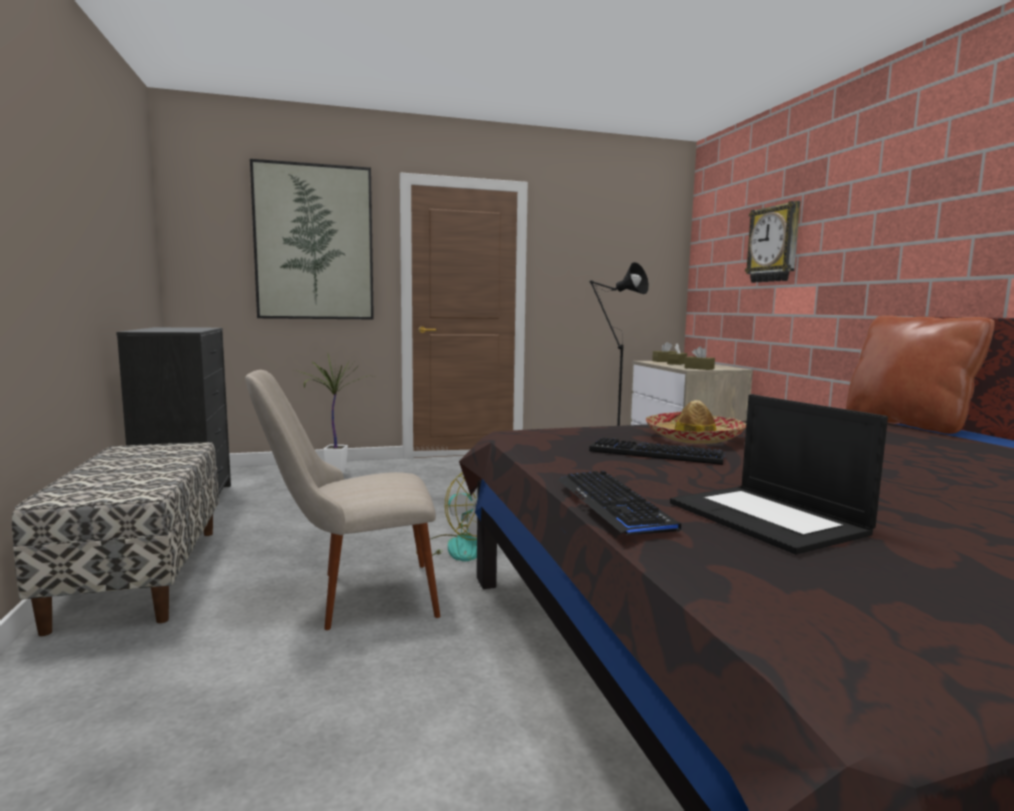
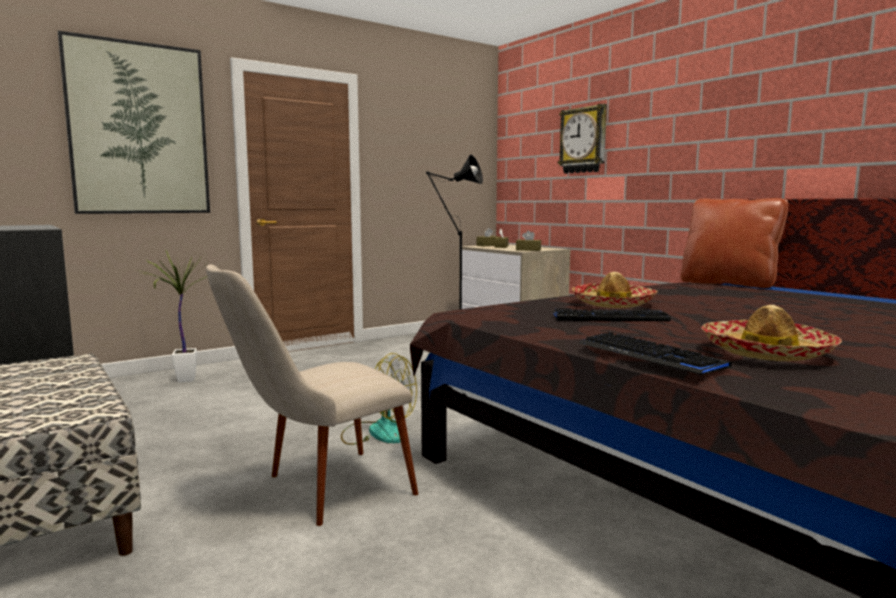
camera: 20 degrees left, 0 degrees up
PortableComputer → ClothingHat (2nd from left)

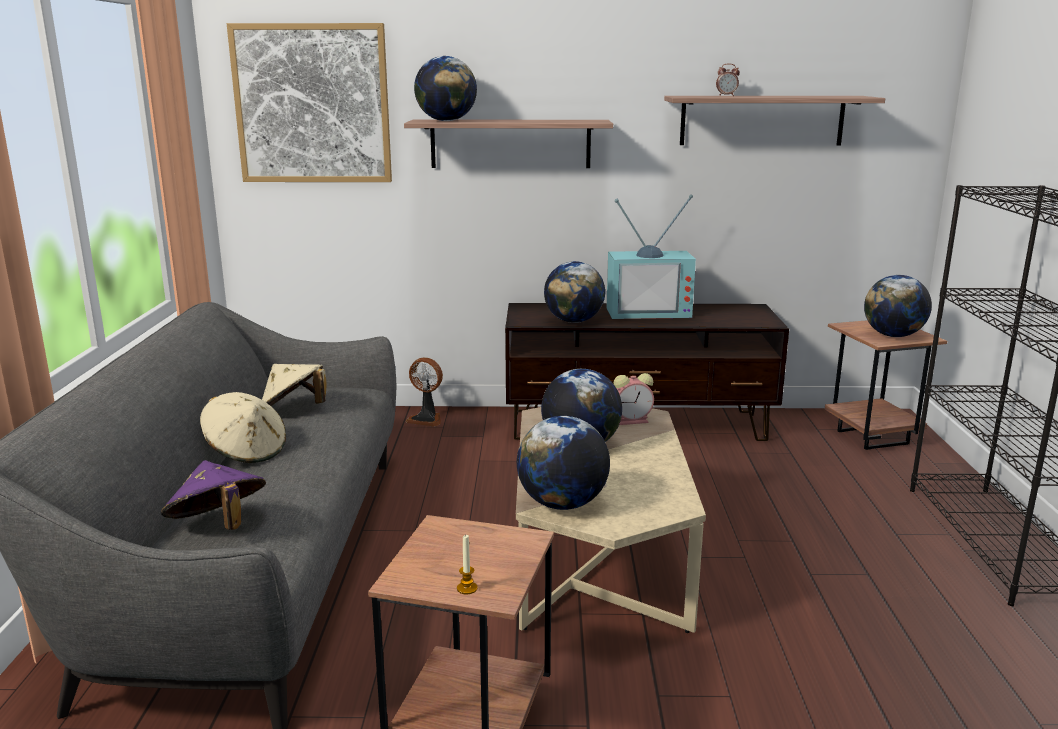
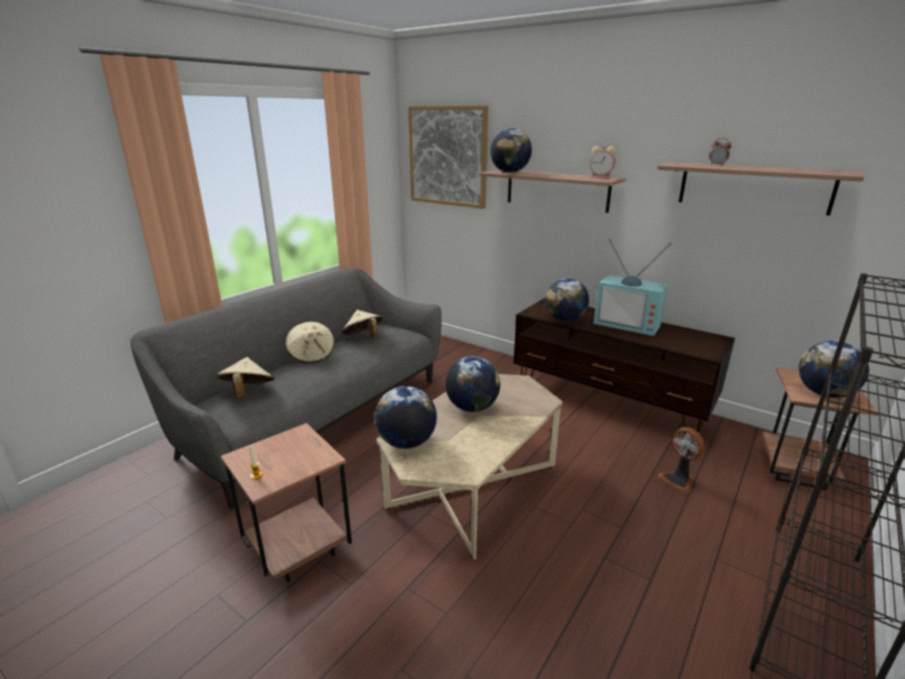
camera: 35 degrees right, 5 degrees up
PurplishClothingHat → SandColouredClothingHat (1st from left)
TableClock (1st from left), move
ElectricFan, move

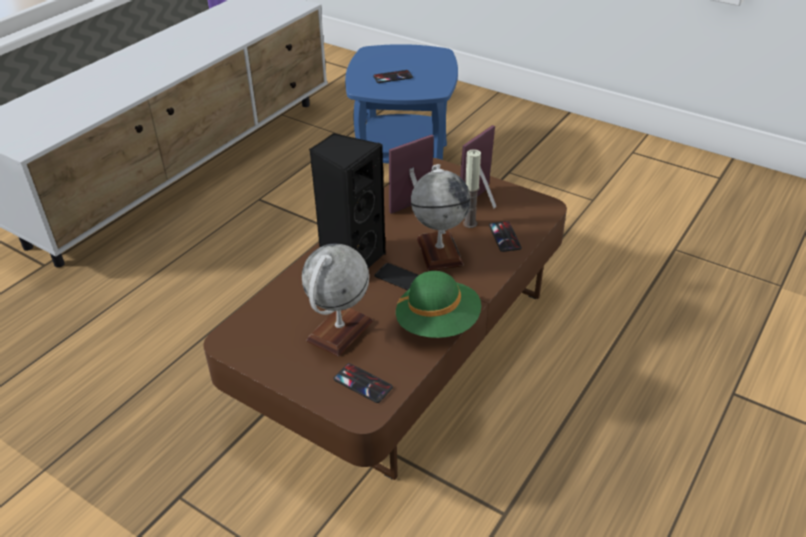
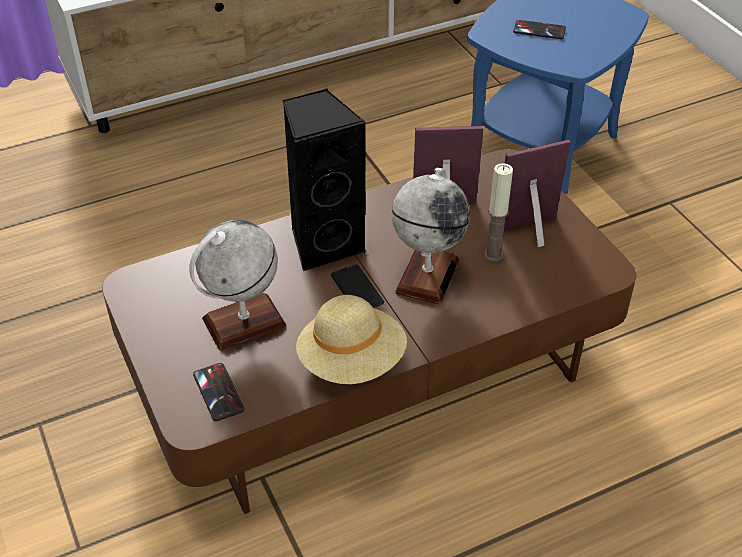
camera: 30 degrees right, 5 degrees up
GreenColouredClothingHat → SandColouredClothingHat
Handset (4th from left) → -

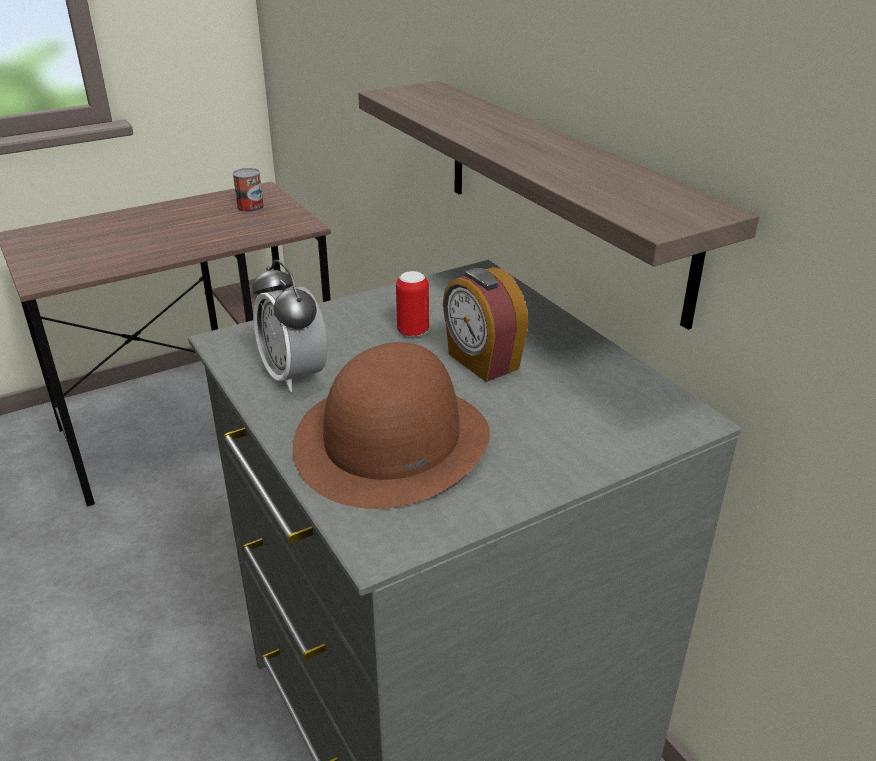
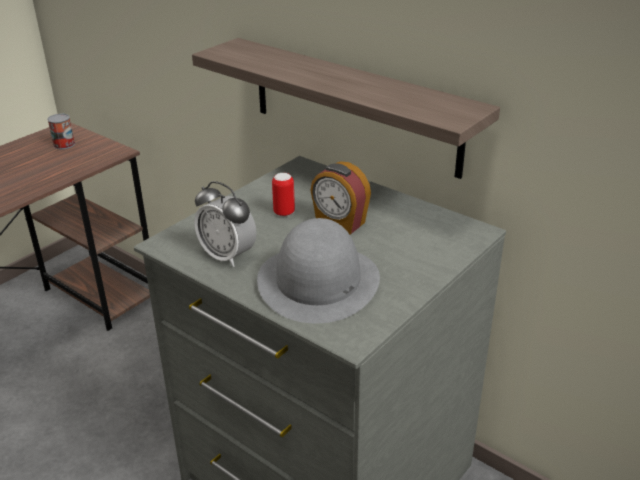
camera: 20 degrees left, 0 degrees up
BrownishClothingHat → GreyClothingHat

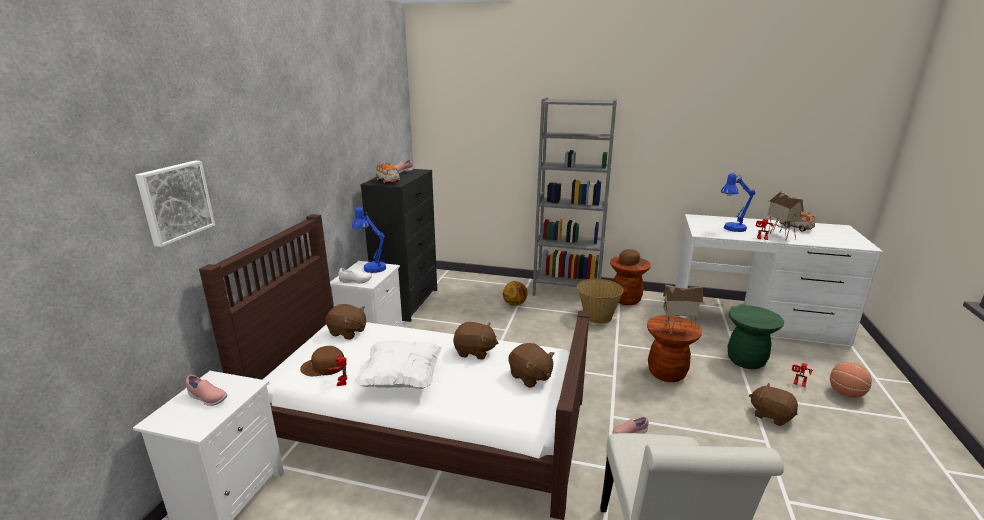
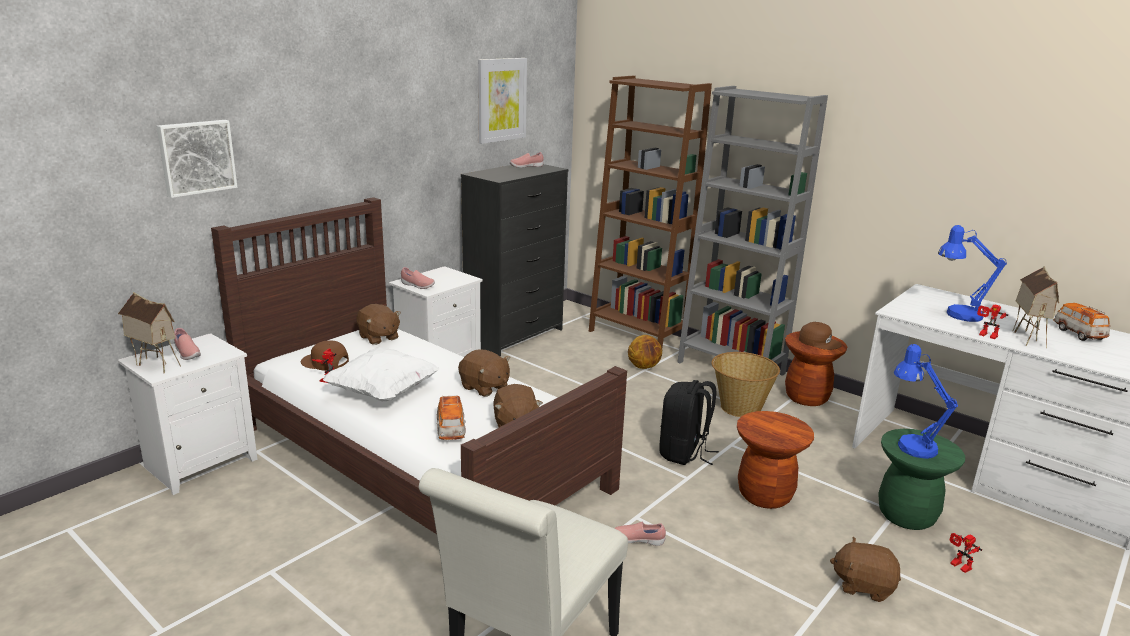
camera: 25 degrees right, 0 degrees up
ModelHouse (1st from left), move
WhiteColouredShoe → PinkishShoe (2nd from left)
MiniatureCar (1st from left), move
- → Picture (2nd from left)
- → BrownishShelvingUnit
- → BlackishRucksack
BrownishPlushToy (4th from left), 45 degrees counterclockwise
BluishTabletopLamp (1st from left), move
BallForBasketball (2nd from left) → -

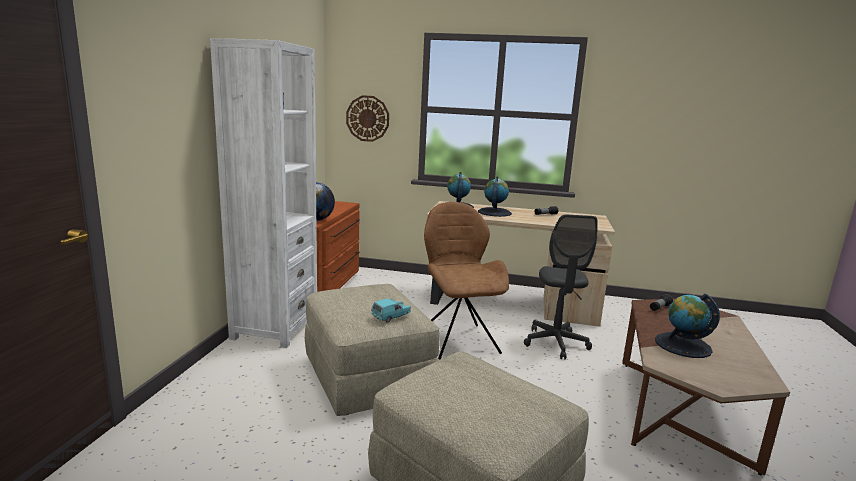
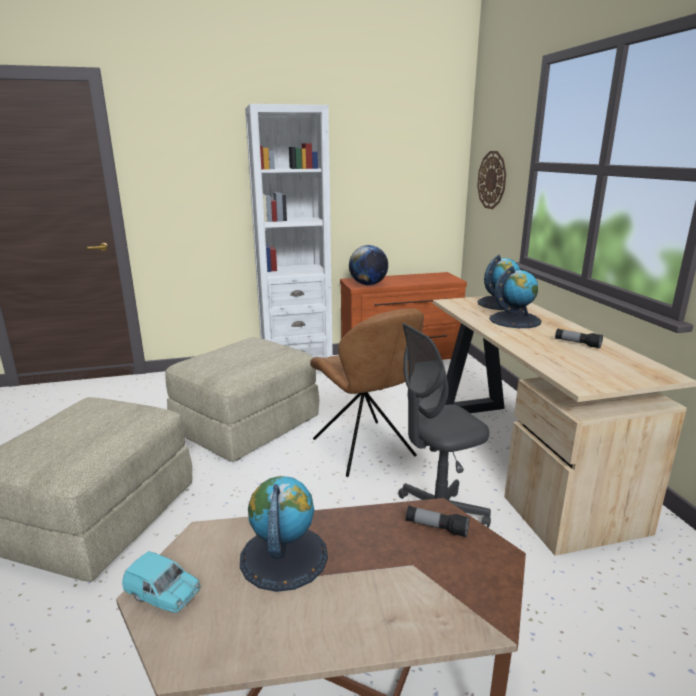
camera: 65 degrees right, 5 degrees up
TurquoiseMiniatureCar, move
BrownishPlainChair, 105 degrees clockwise

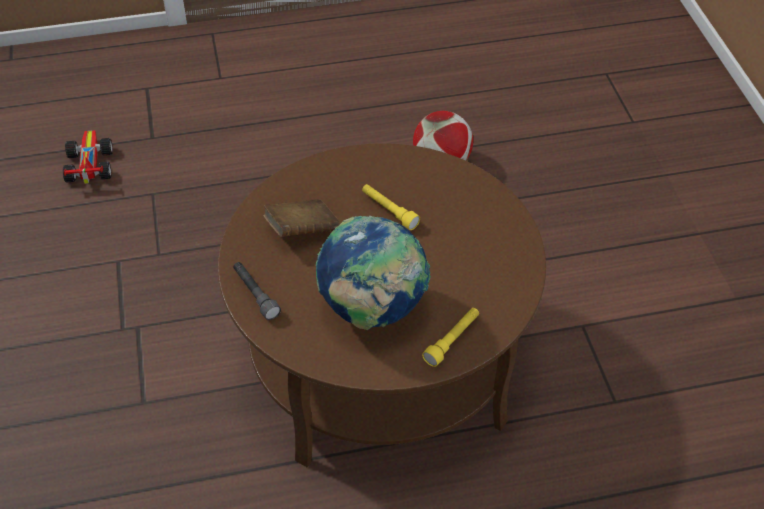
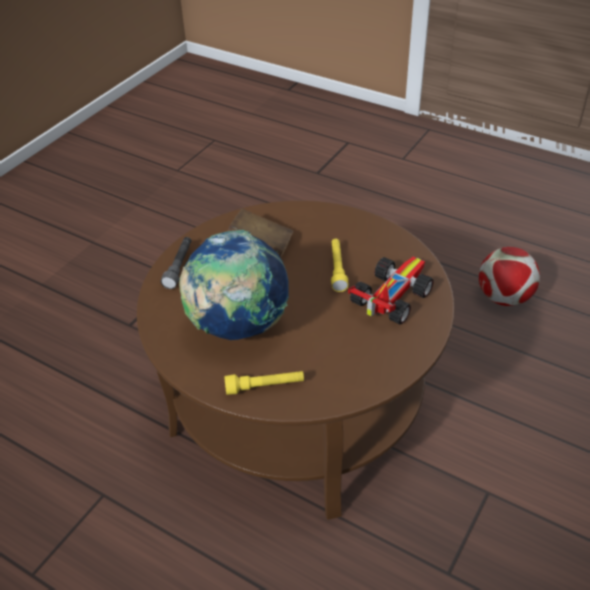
camera: 45 degrees right, 5 degrees down
MiniatureCar, move

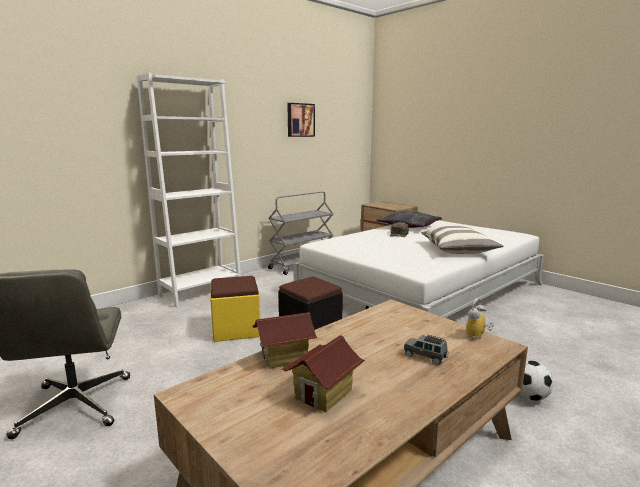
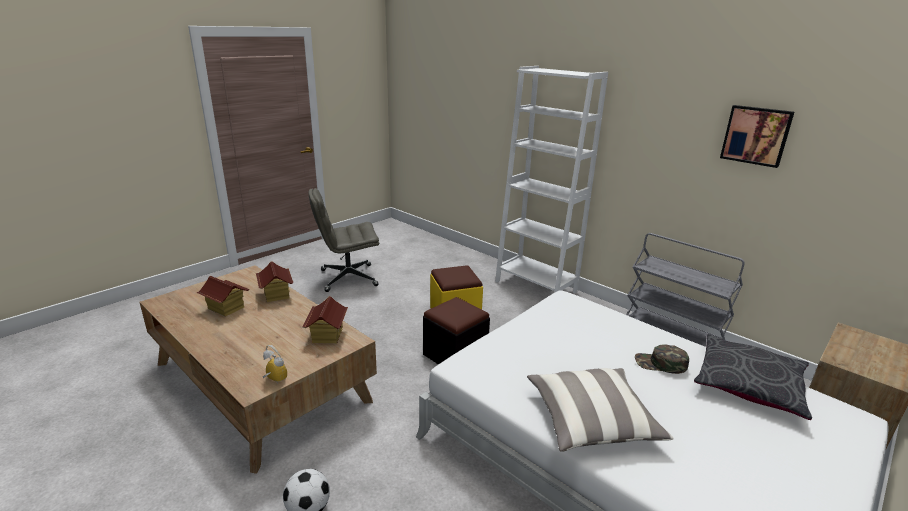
camera: 85 degrees right, 10 degrees up
- → ModelHouse (3rd from left)
GreyMiniatureCar → -

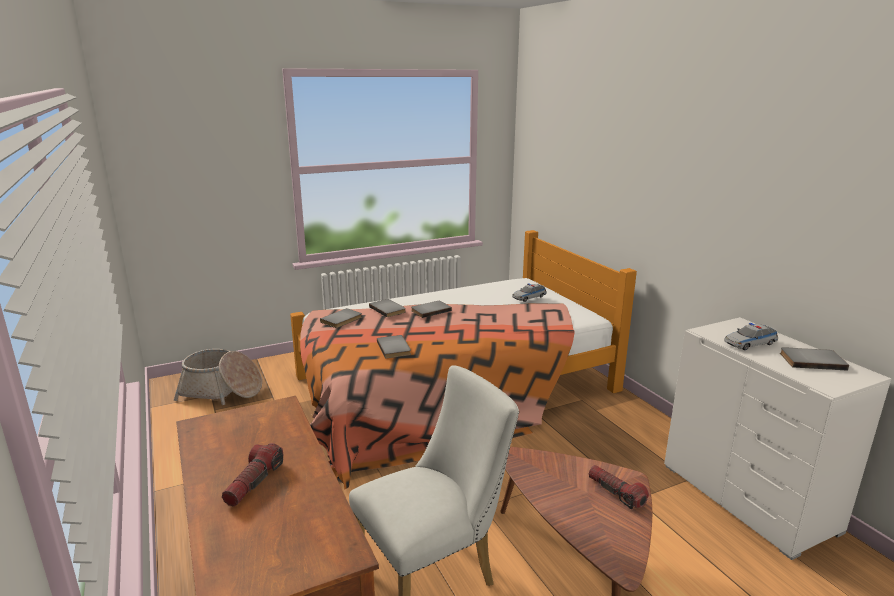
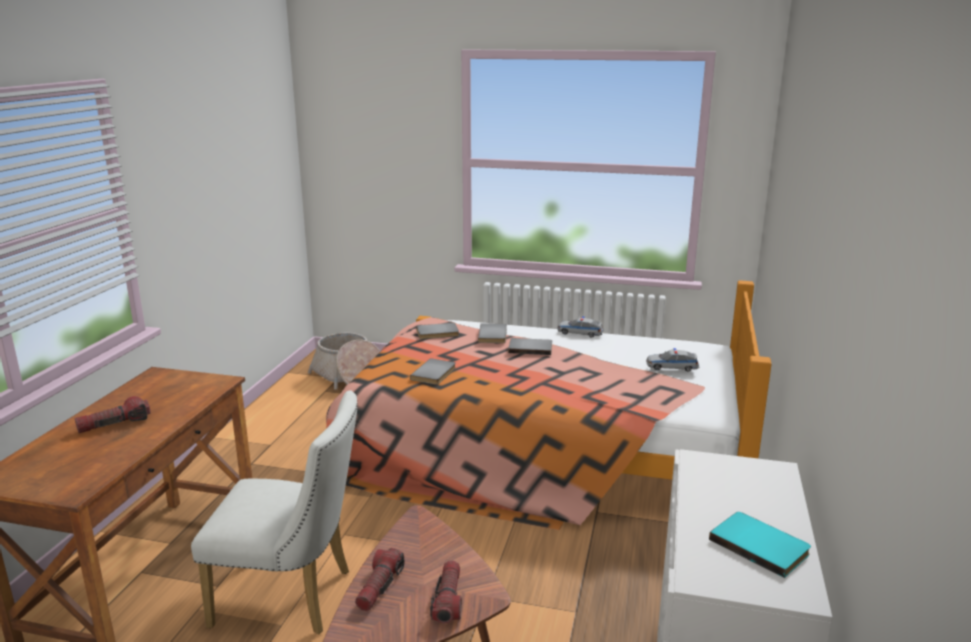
camera: 40 degrees right, 0 degrees up
- → Flashlight (2nd from left)
MiniatureCar (2nd from left in the first image) → MiniatureCar (1st from left), move
GreyBoundBook (5th from left) → TurquoiseBoundBook

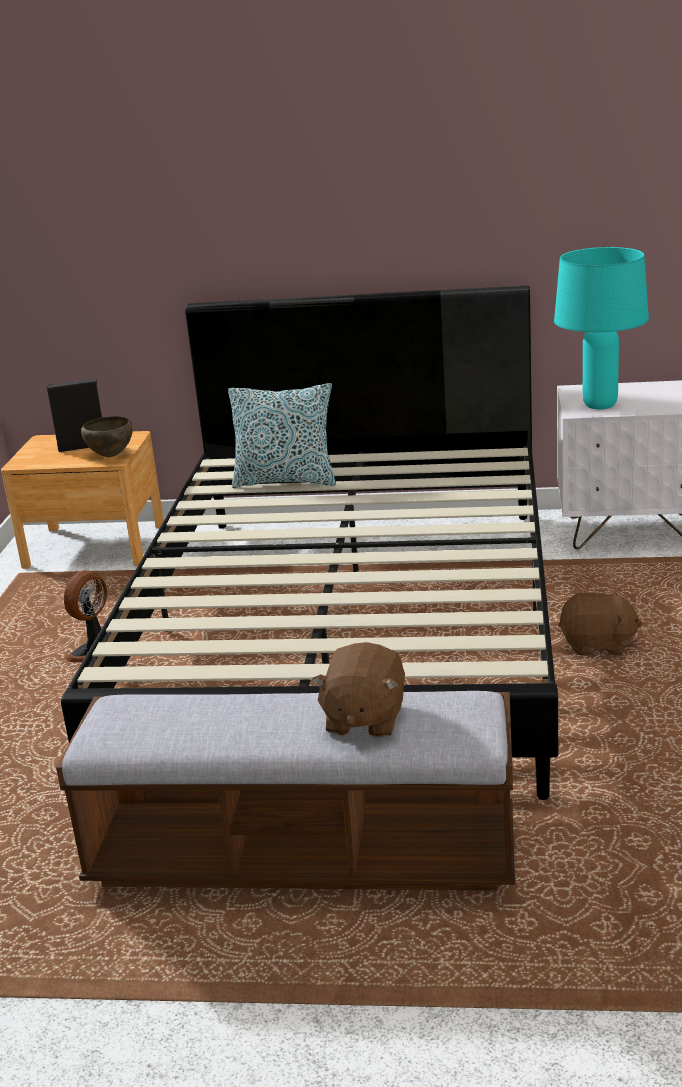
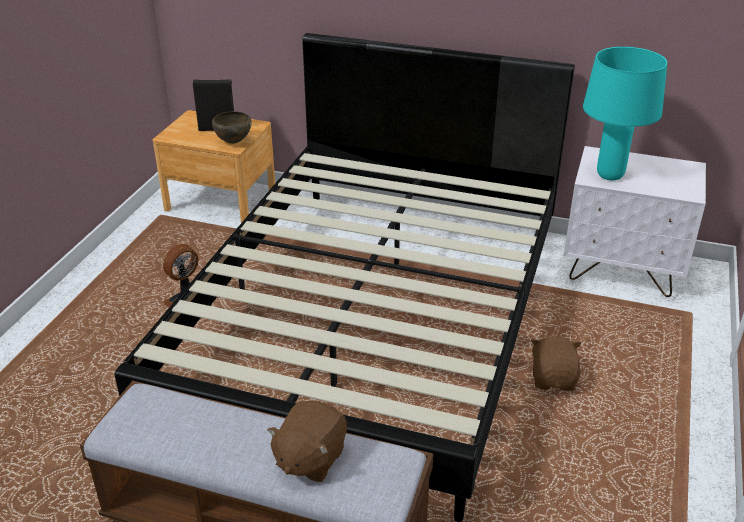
camera: 10 degrees right, 10 degrees up
BrownishPlushToy (2nd from left), 105 degrees counterclockwise
Pillow → -

